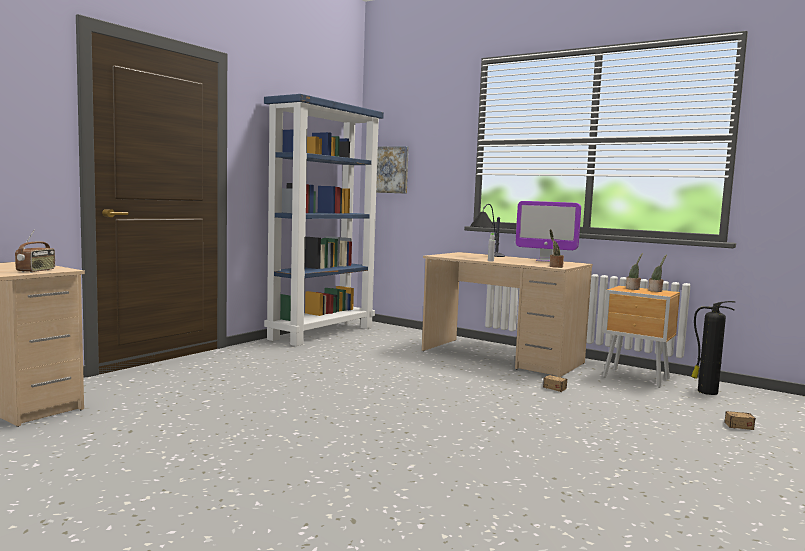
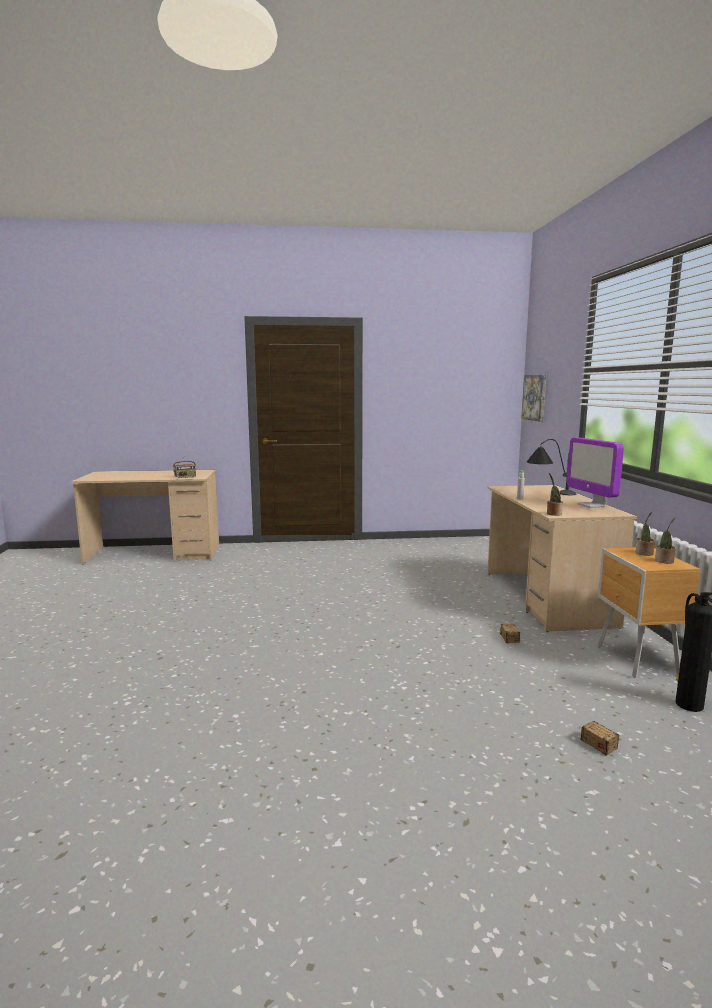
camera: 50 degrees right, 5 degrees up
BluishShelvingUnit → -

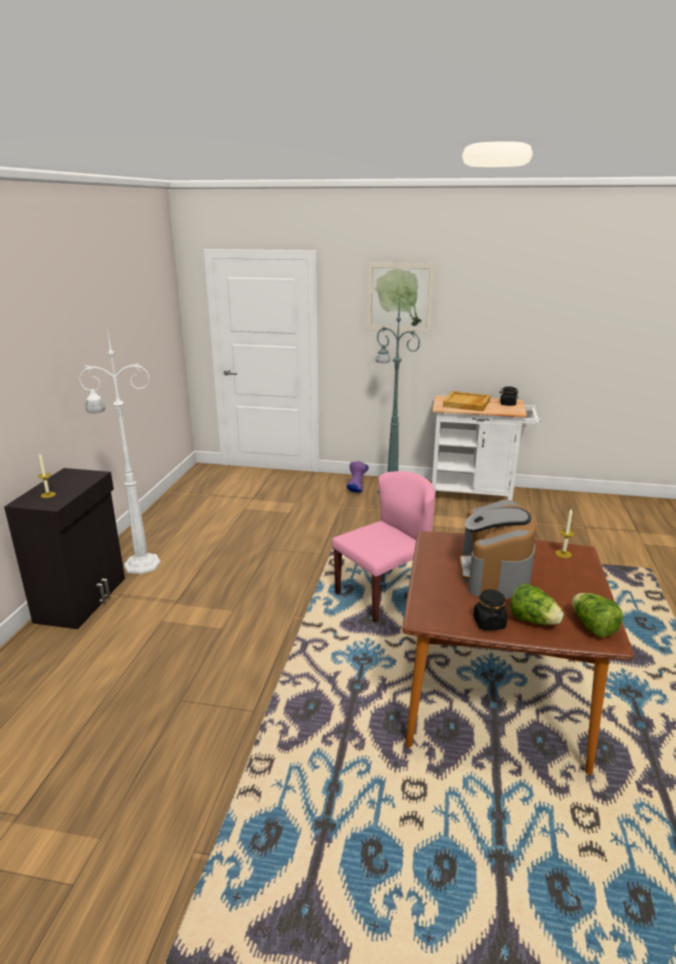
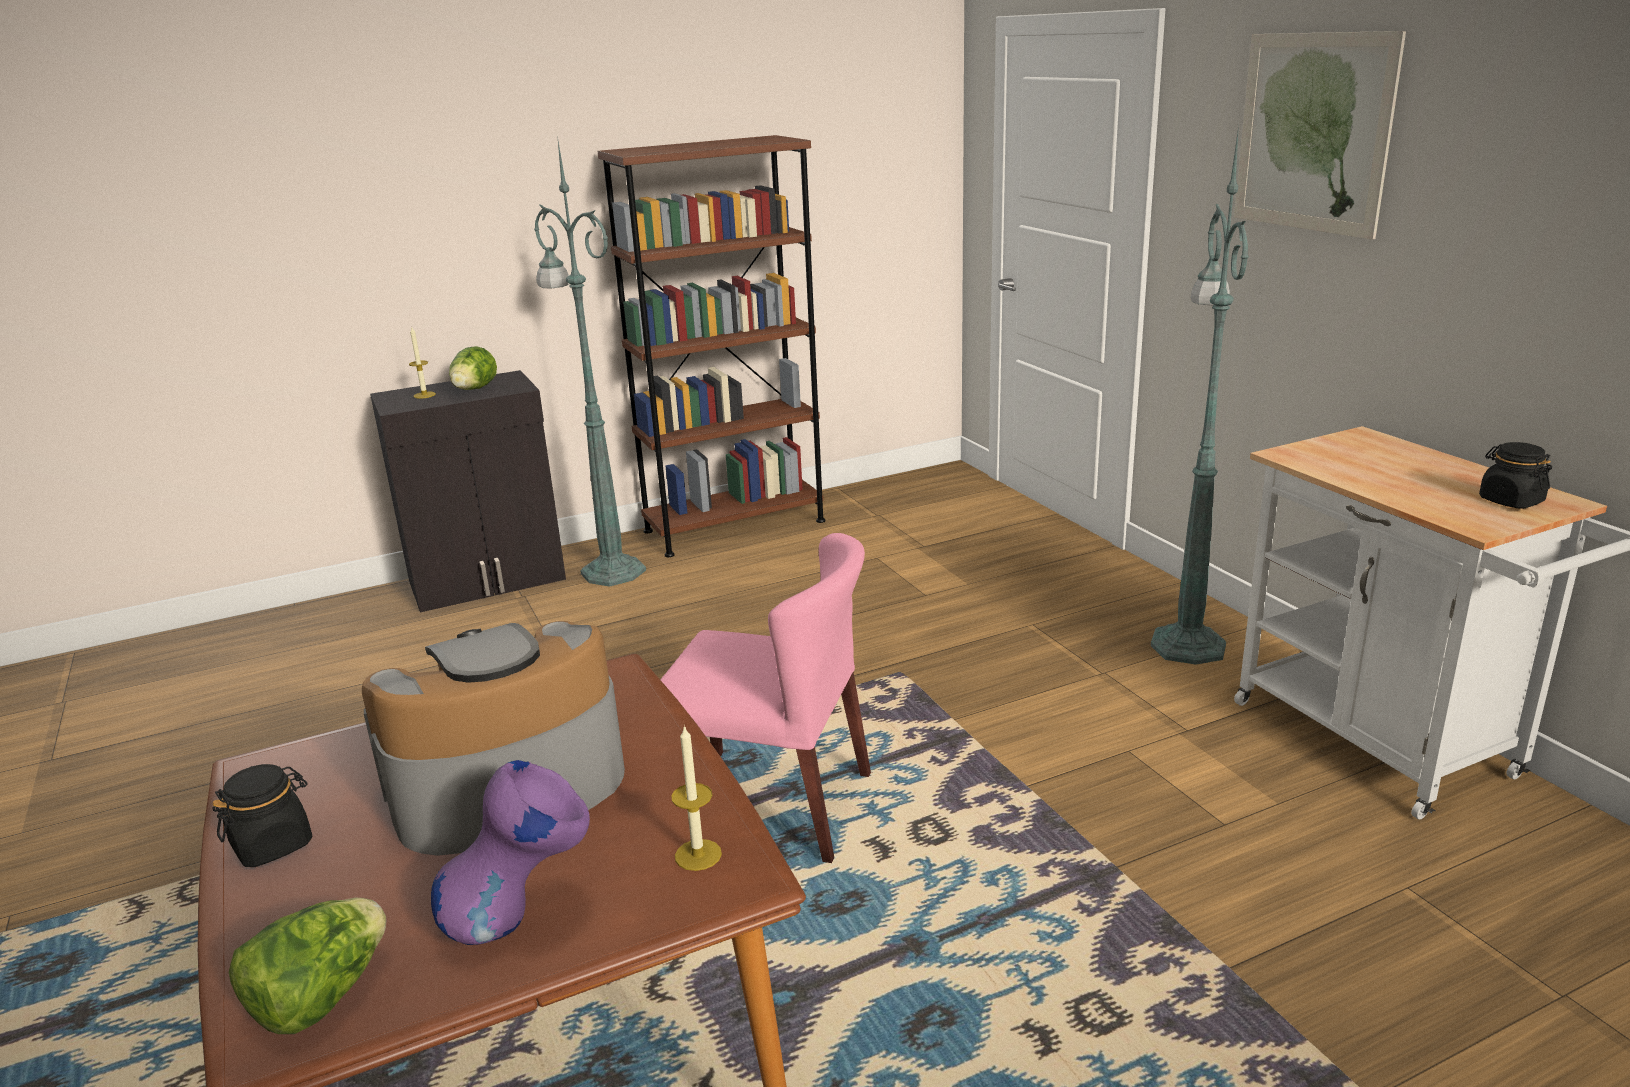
camera: 55 degrees right, 0 degrees up
PurplishFlowerVase, move
HeadOfLettuce (1st from left in the first image) → HeadOfLettuce (2nd from left), move
WhiteColouredStandingLamp → GreenColouredStandingLamp (1st from left)
- → BrownishShelvingUnit
SandColouredServingTray → -

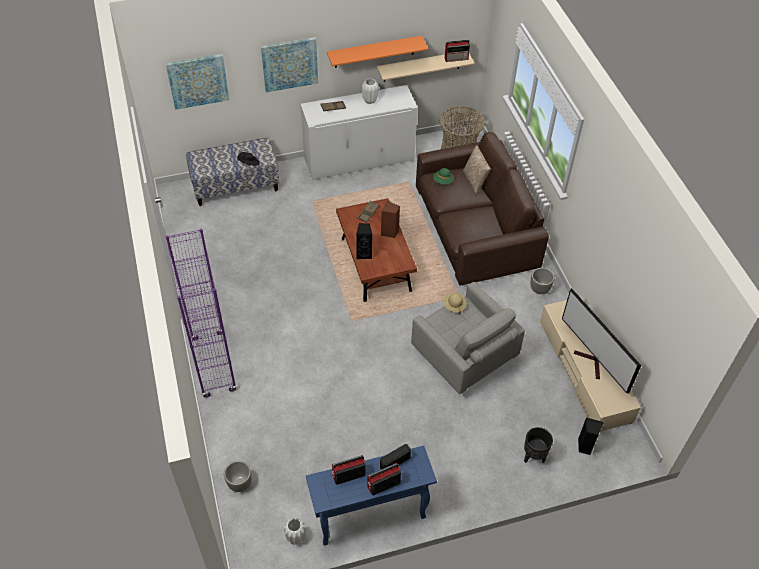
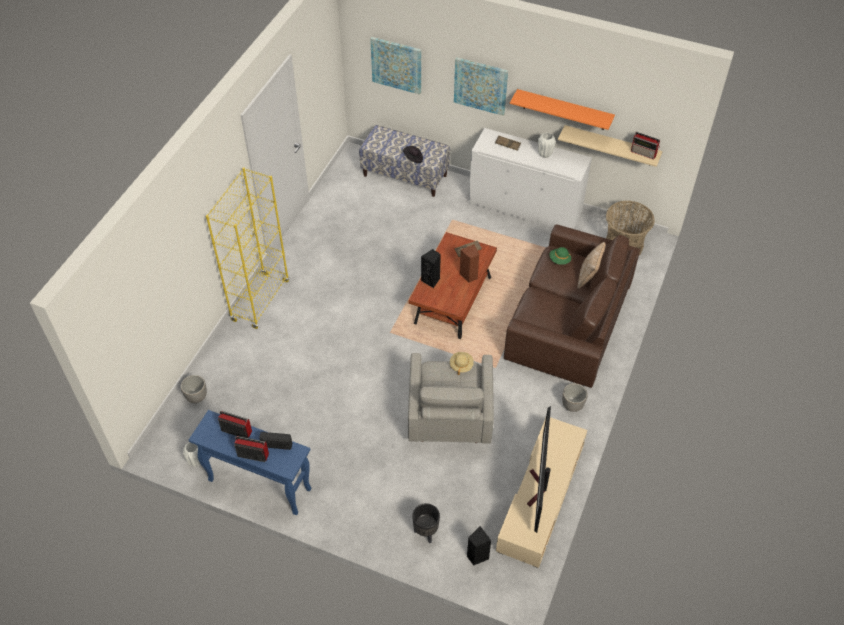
camera: 40 degrees right, 0 degrees up
PurplishShelvingUnit → YellowishShelvingUnit

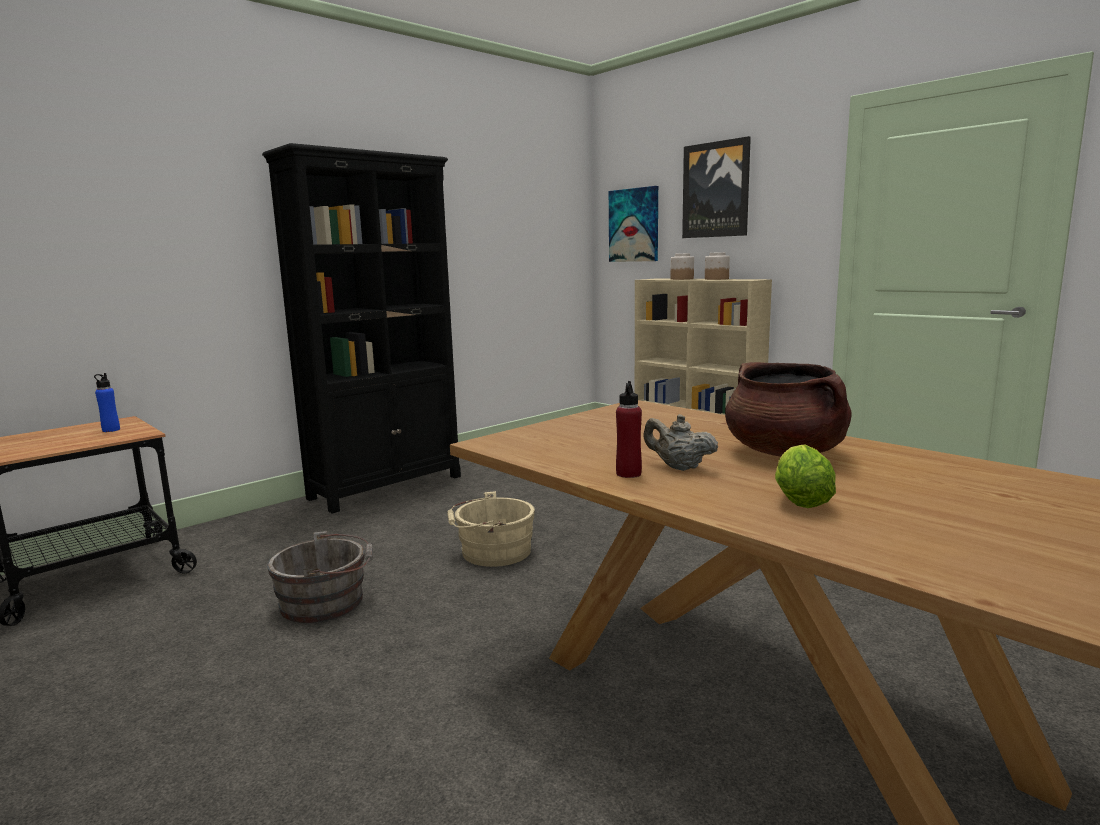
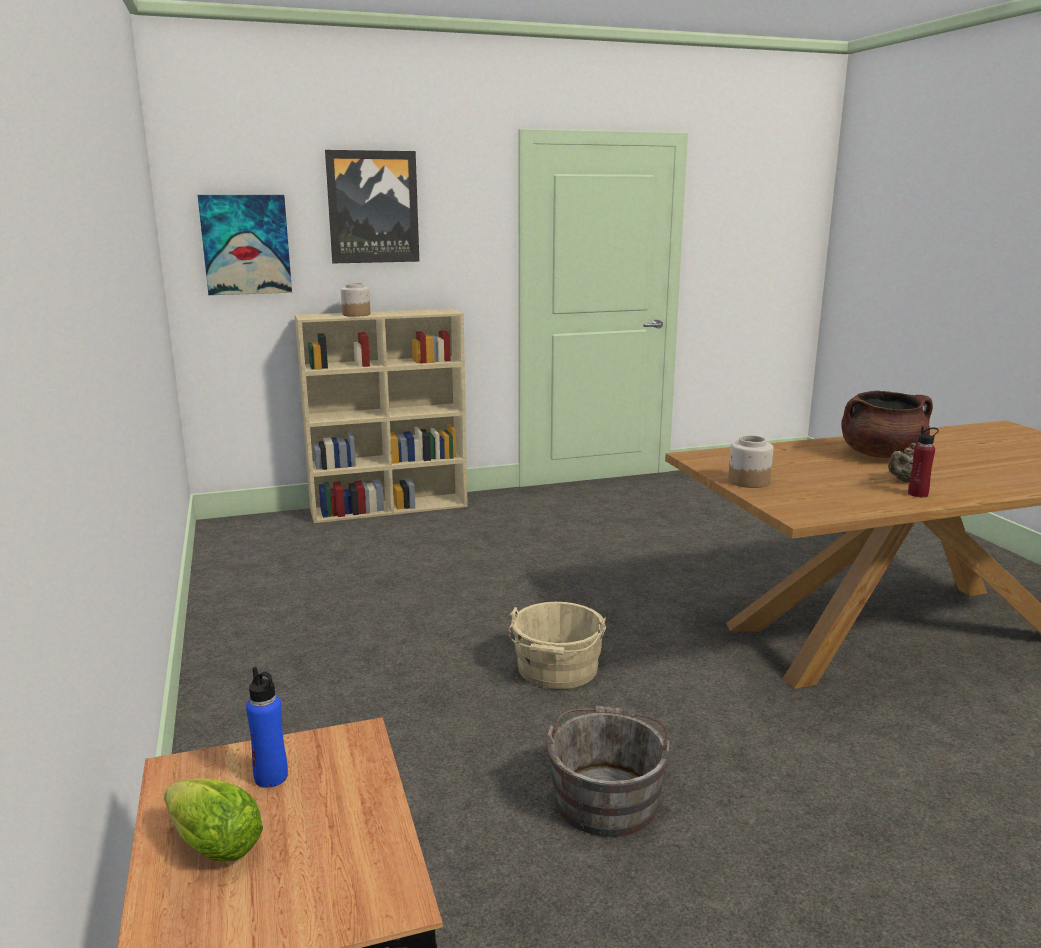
camera: 65 degrees left, 5 degrees up
HeadOfLettuce, move
StorageJar (2nd from left), move
BlackishShelvingUnit → -

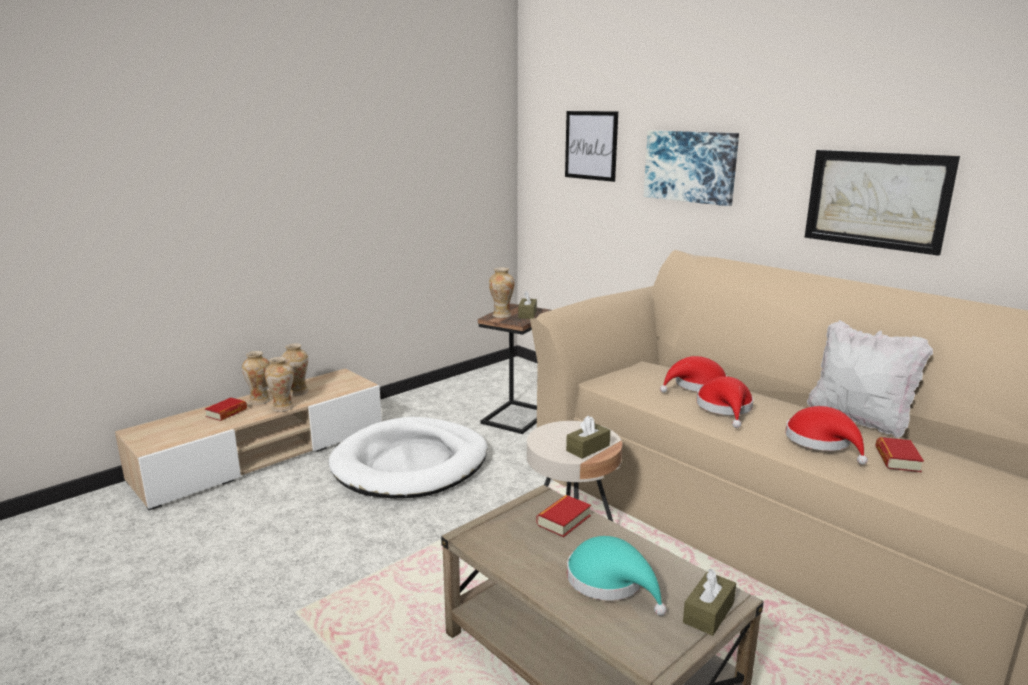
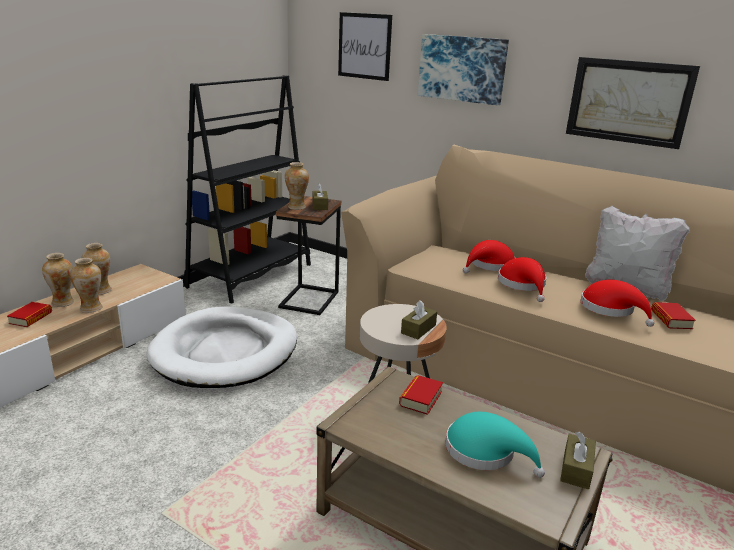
camera: 15 degrees left, 5 degrees up
- → BlackishShelvingUnit

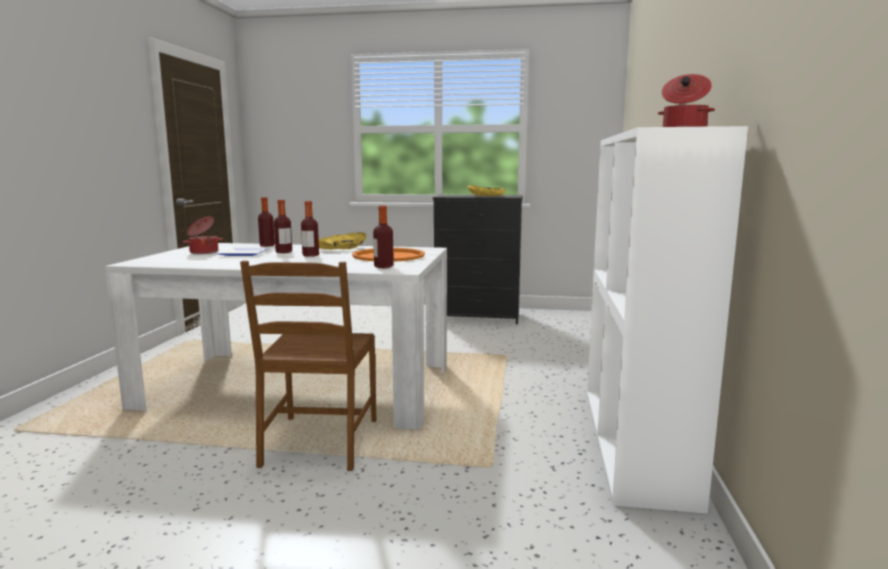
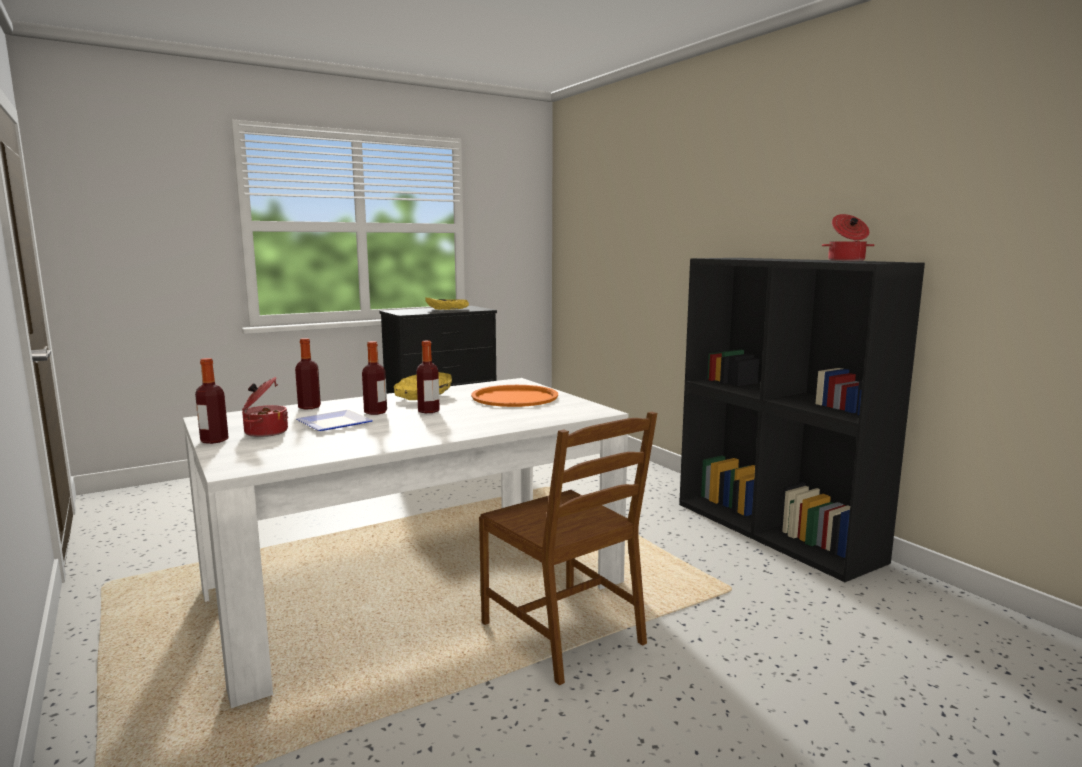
camera: 40 degrees left, 0 degrees up
BeverageBottle (4th from left in the first image) → BeverageBottle (1st from left), move
WhiteColouredShelvingUnit → BlackishShelvingUnit

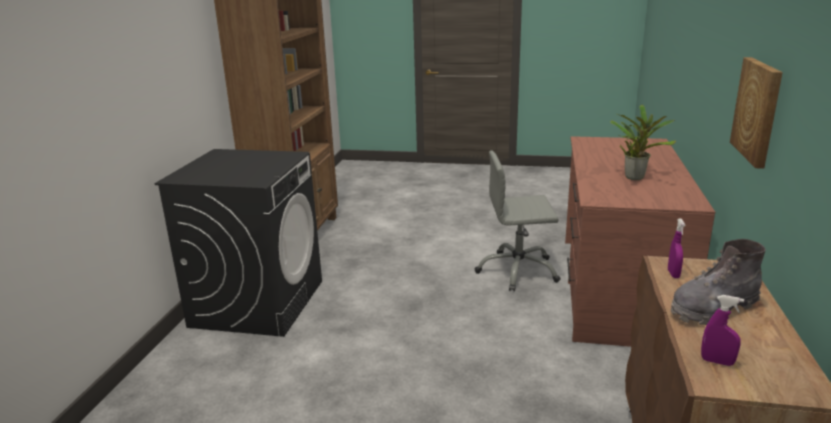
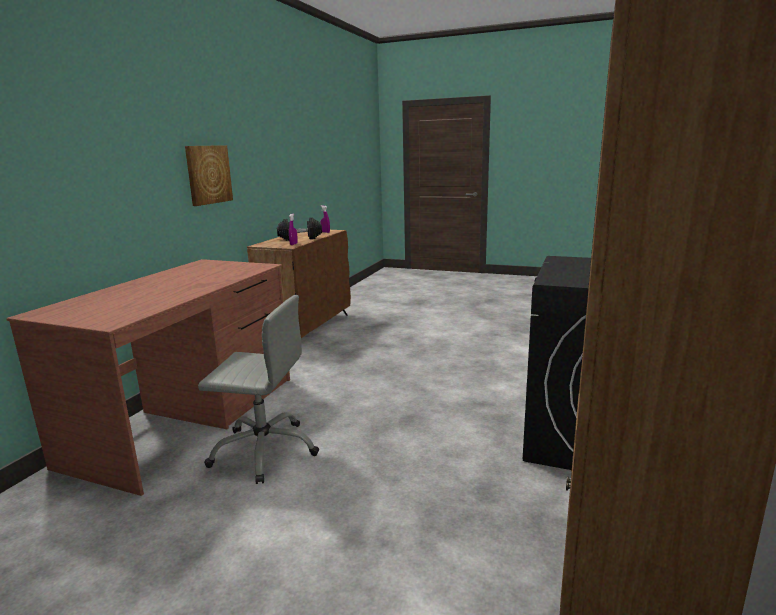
camera: 170 degrees left, 5 degrees down
GreyTallBoot → BlackishHandWeight
PottedPlant → -

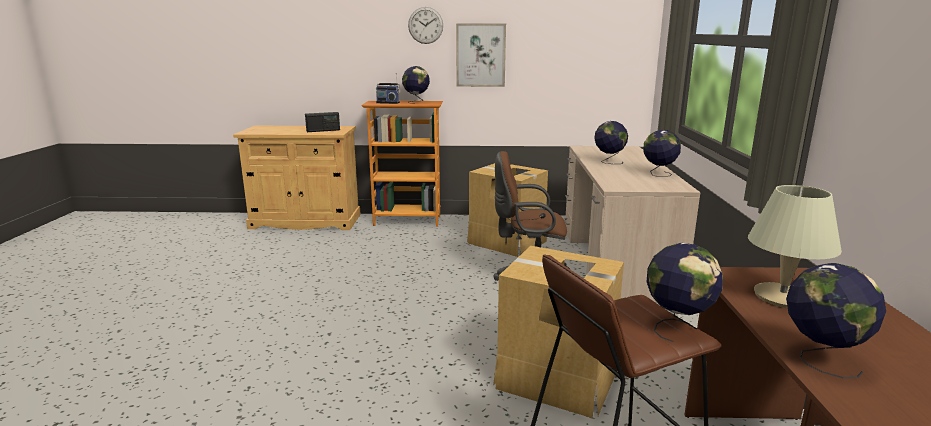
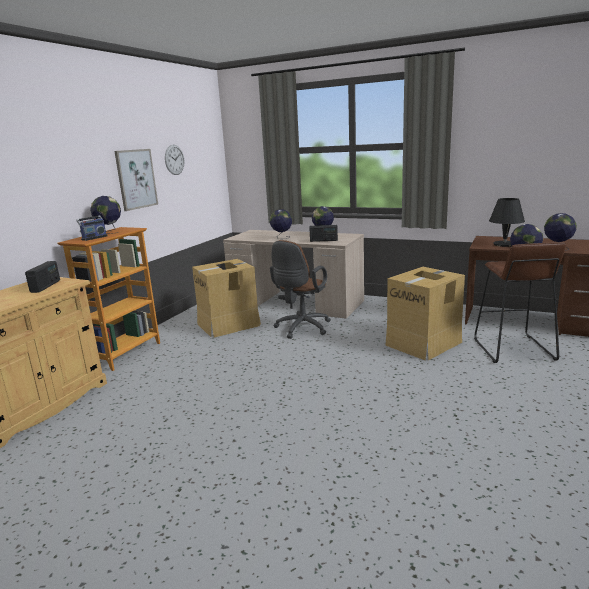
camera: 65 degrees left, 0 degrees up
WallClock, move
- → Radio (3rd from left)
SandColouredTabletopLamp → BlackishTabletopLamp

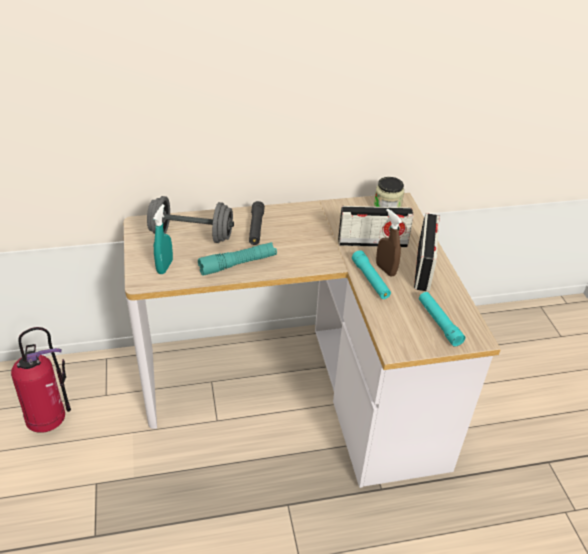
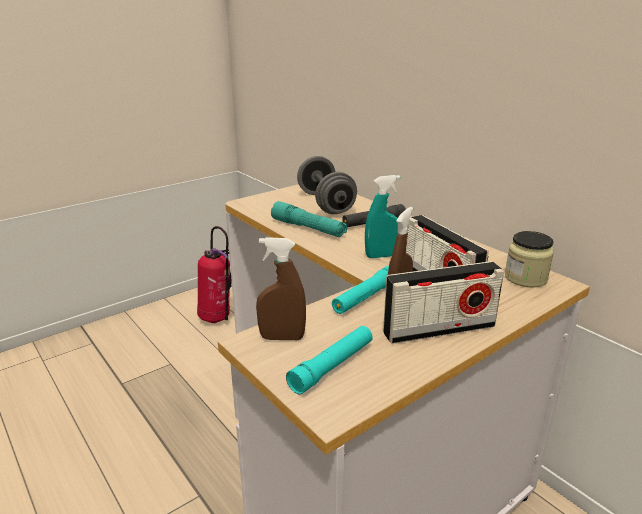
camera: 65 degrees right, 15 degrees down
- → BrownishHandSprayer (1st from left)
TurquoiseHandSprayer, move

